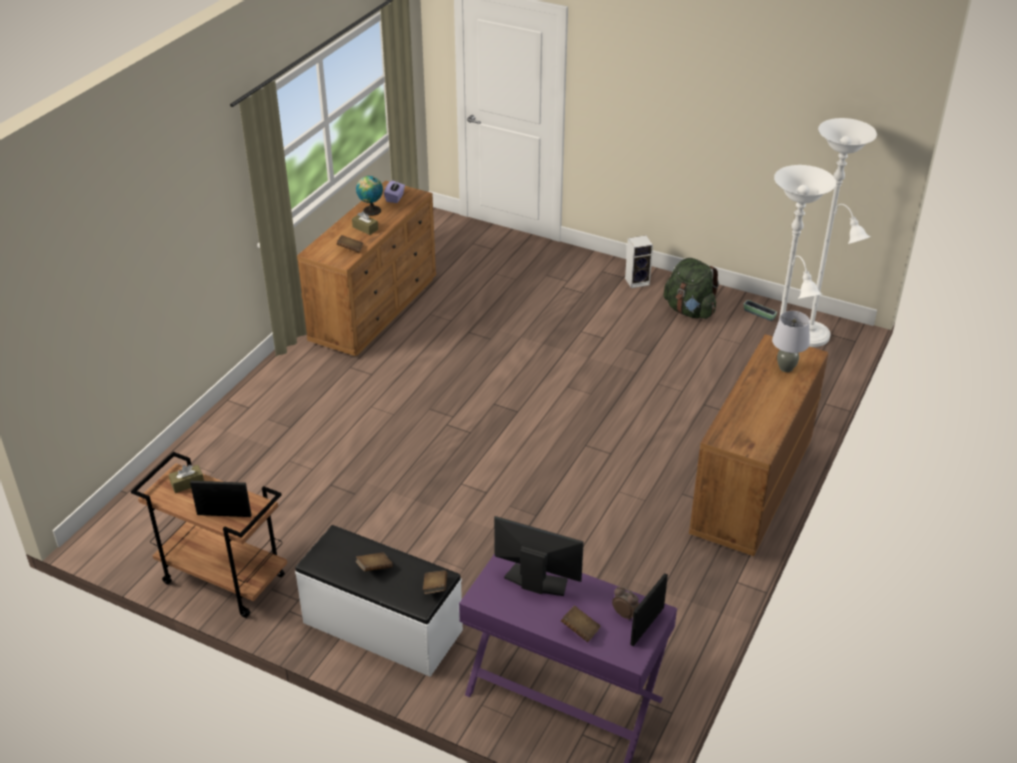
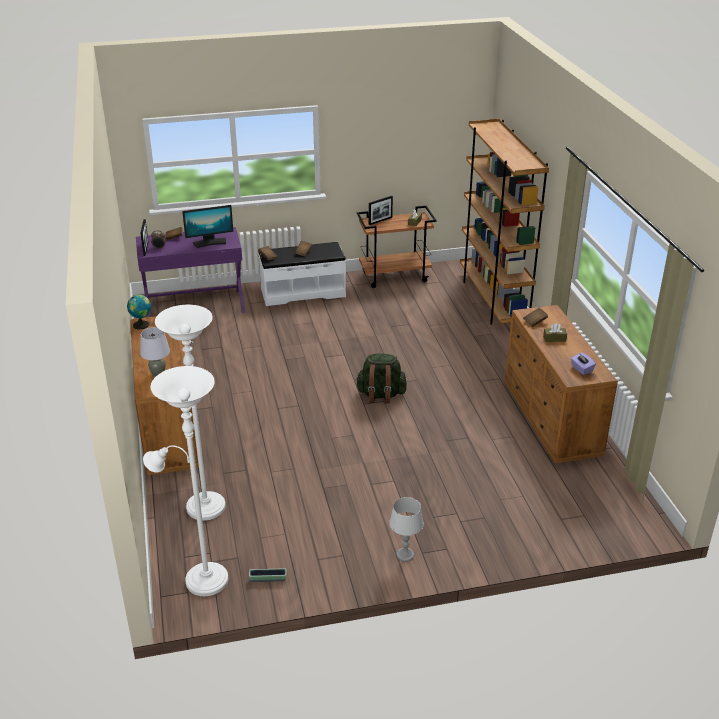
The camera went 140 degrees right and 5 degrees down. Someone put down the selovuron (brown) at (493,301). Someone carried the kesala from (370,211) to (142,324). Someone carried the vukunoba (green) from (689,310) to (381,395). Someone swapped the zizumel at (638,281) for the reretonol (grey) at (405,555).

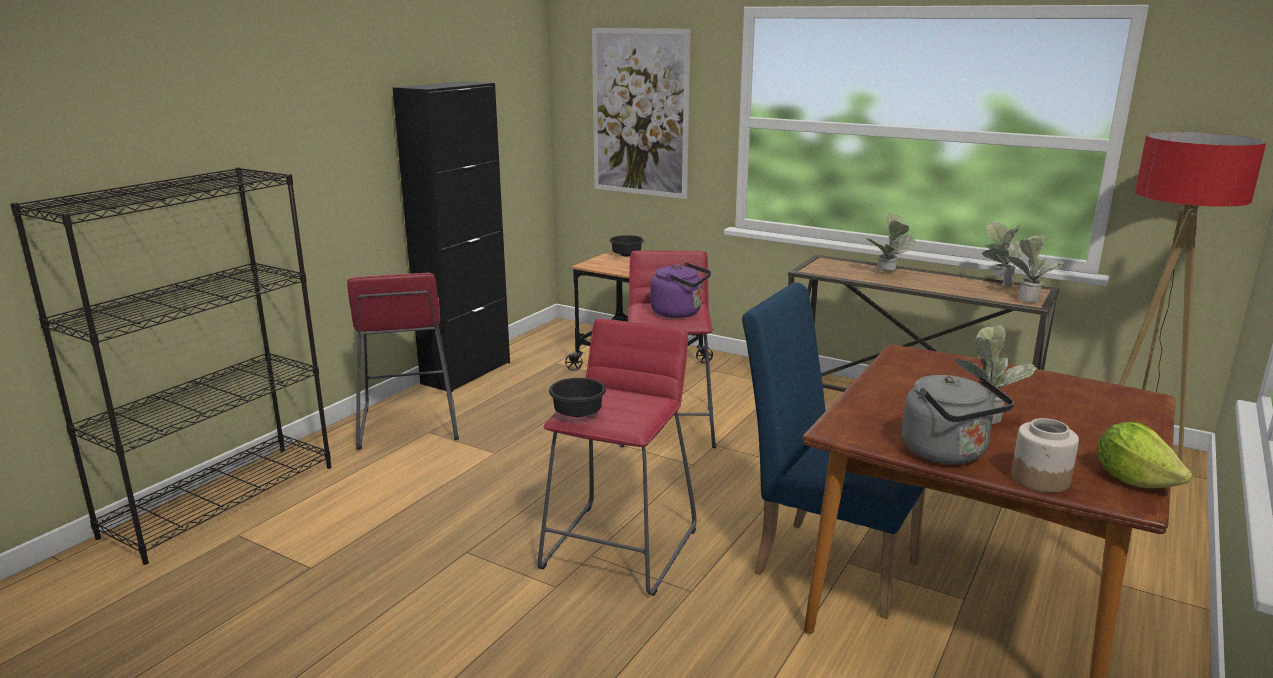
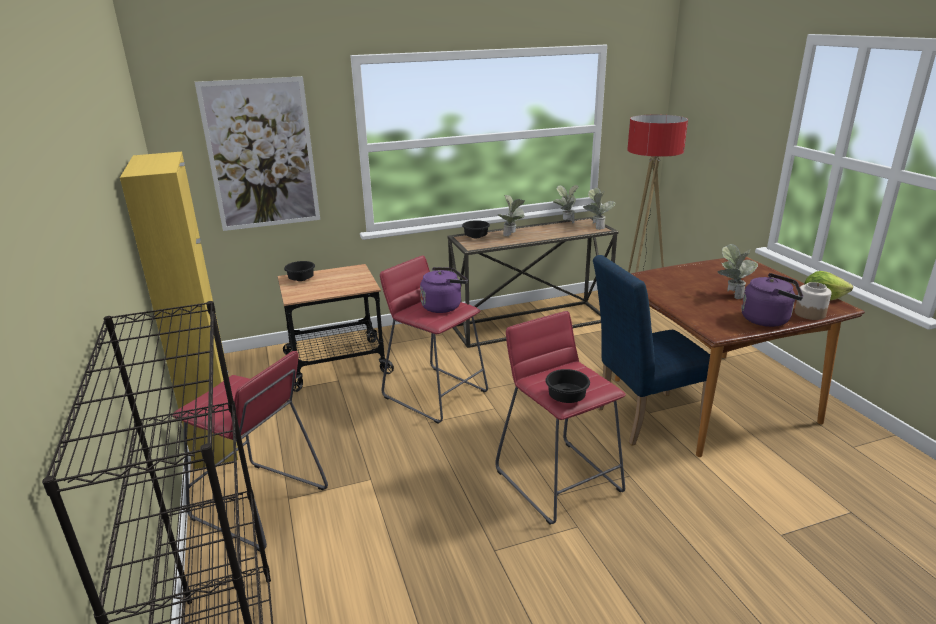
The camera went 50 degrees left and 5 degrees up. Someone put down the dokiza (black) at (477,237). Someone repainted the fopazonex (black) at (466,373), which became the fopazonex (yellow) at (216,438). Someone repainted the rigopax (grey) at (948,453), which became the rigopax (purple) at (768,319).

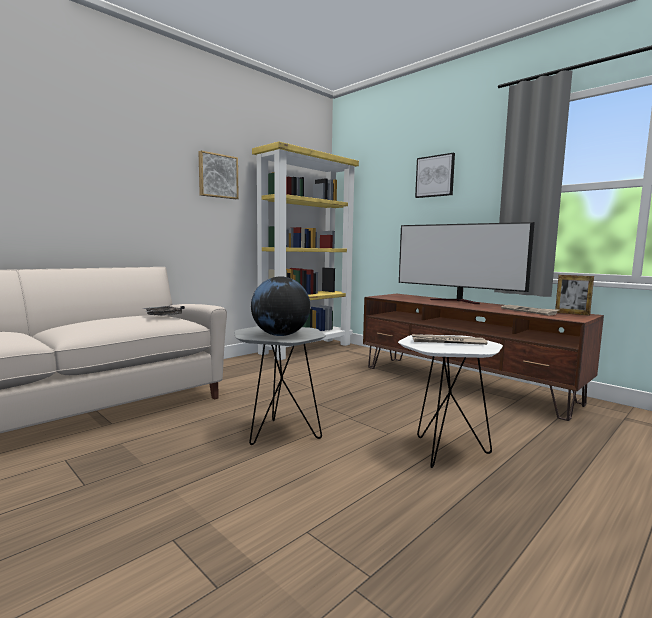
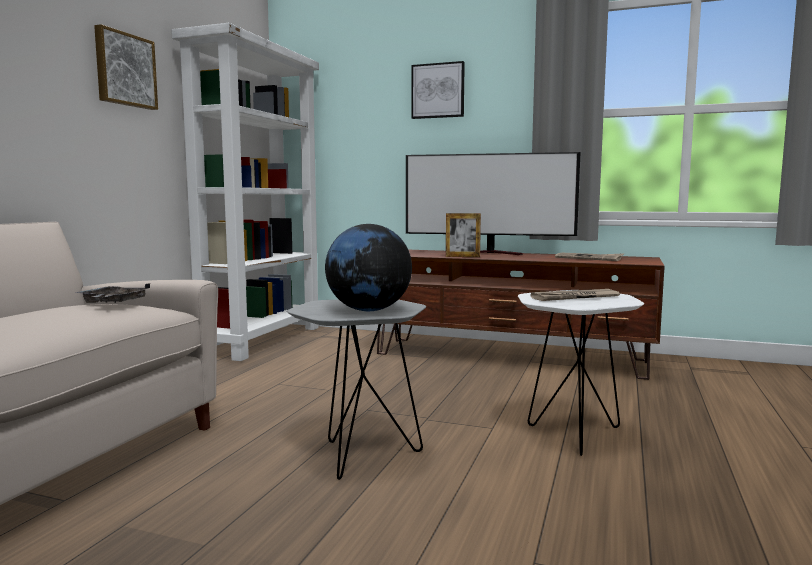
The camera went 25 degrees left and 0 degrees up. Someone carried the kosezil from (572,313) to (462,256). Someone repainted the selovuron (yellow) at (306,348), which became the selovuron (white) at (262,340).

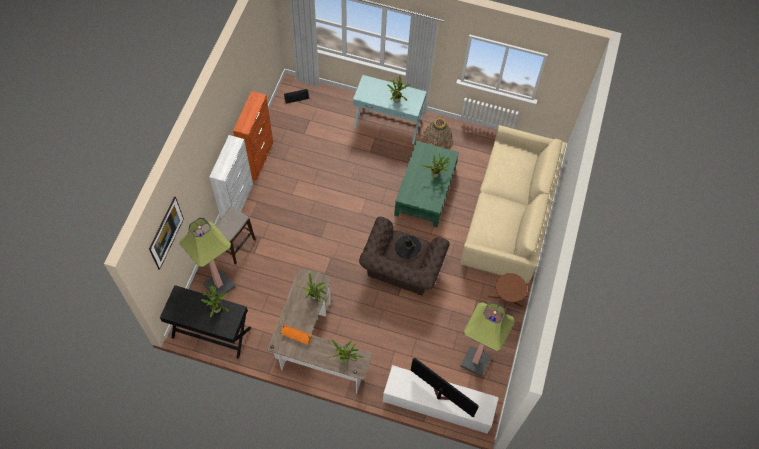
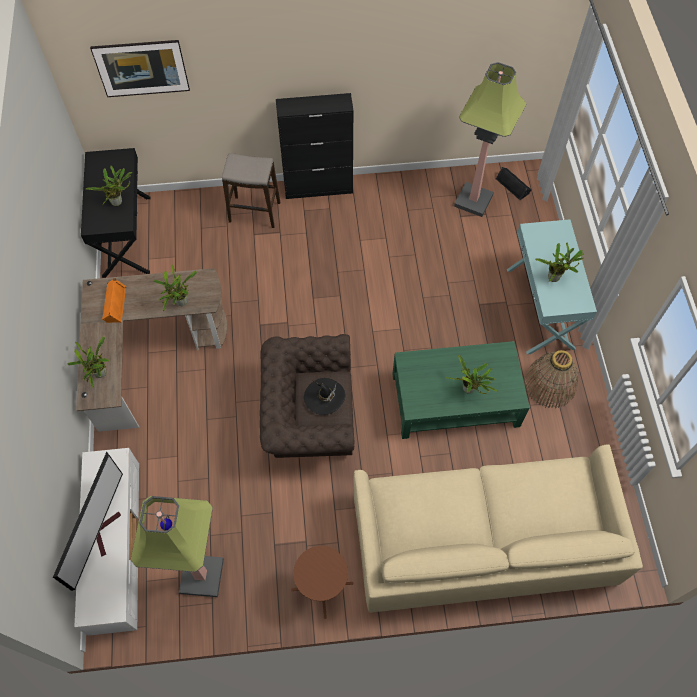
The camera went 70 degrees right and 0 degrees up. Someone took away the fopazonex (orange) at (258,158). Someone carried the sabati from (219,285) to (474,200). Someone repainted the fopazonex (white) at (237,201), which became the fopazonex (black) at (319,188).

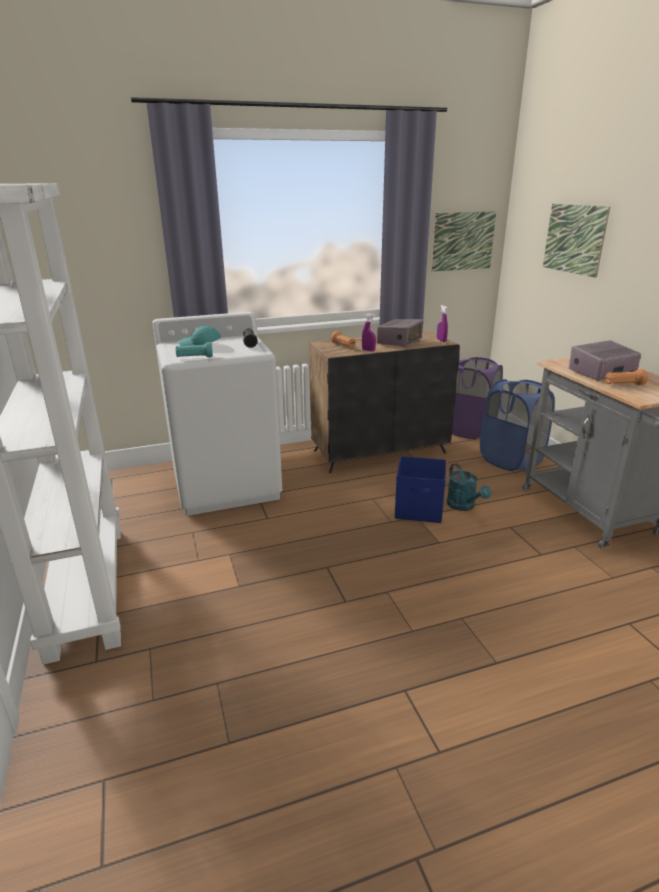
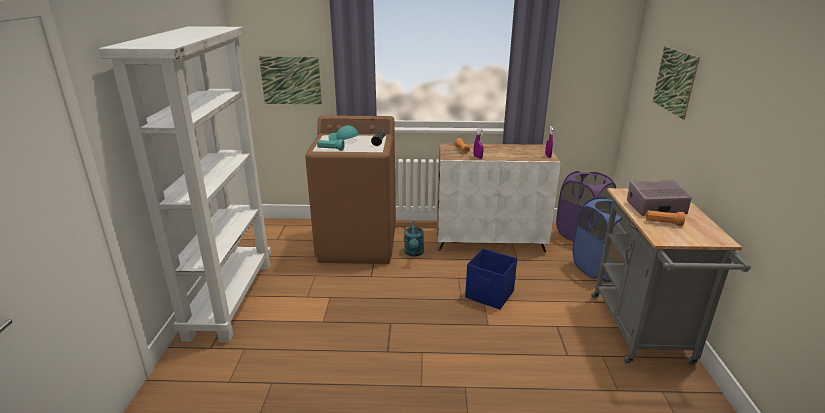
The camera went 20 degrees right and 0 degrees up. Someone took away the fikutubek at (400,342). Someone carried the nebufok from (463,241) to (291,80). Someone carried the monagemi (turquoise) from (464,506) to (414,253). Someone repainted the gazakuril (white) at (227,484), which became the gazakuril (brown) at (358,244). Someone repainted the fopazonex (black) at (380,451), which became the fopazonex (white) at (490,240).

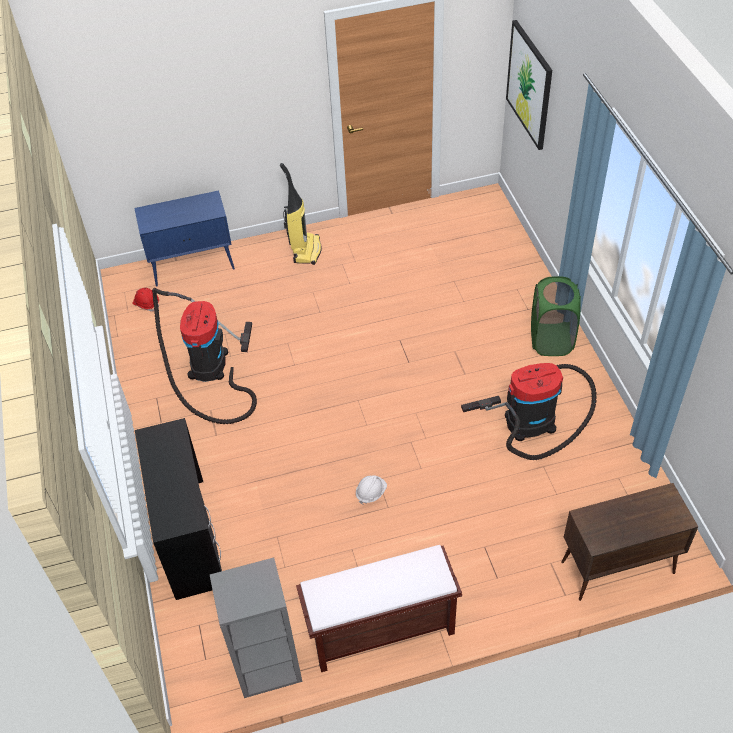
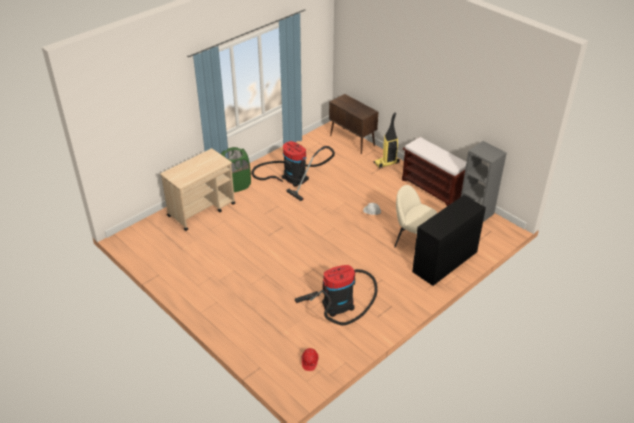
The camera went 120 degrees left and 10 degrees down. Someone took away the fopazonex (blue) at (193,266). Someone took away the nebufok at (529,84). Someone put down the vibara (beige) at (202,210). Someone put down the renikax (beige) at (413,241). Someone carried the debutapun from (305,250) to (386,163).

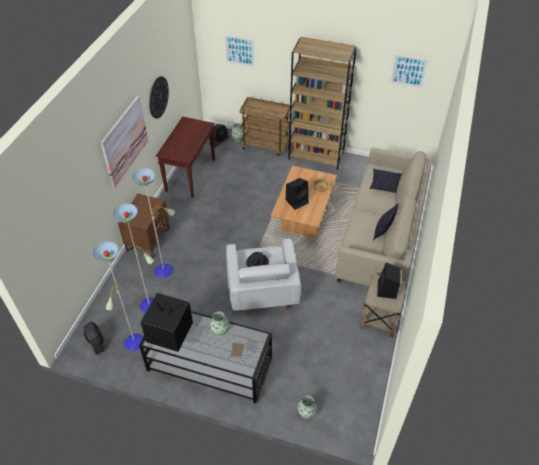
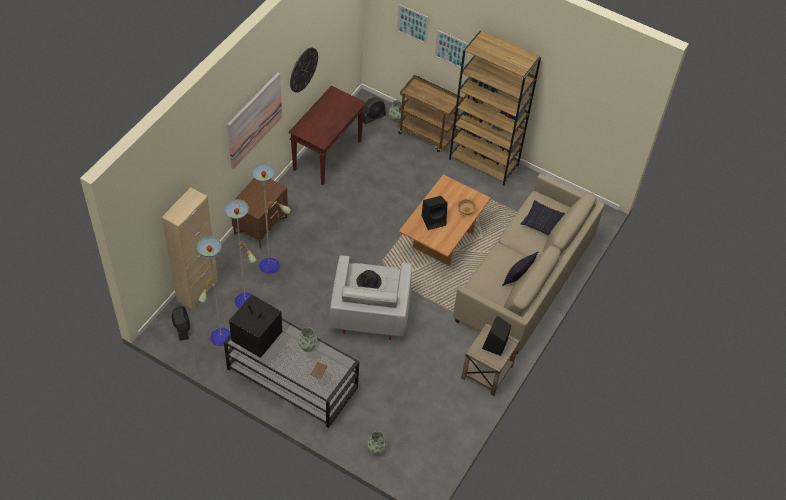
The camera went 10 degrees right and 5 degrees up. Someone put down the fopazonex (beige) at (197,290). Someone carried the nebufok from (408,71) to (451,50).

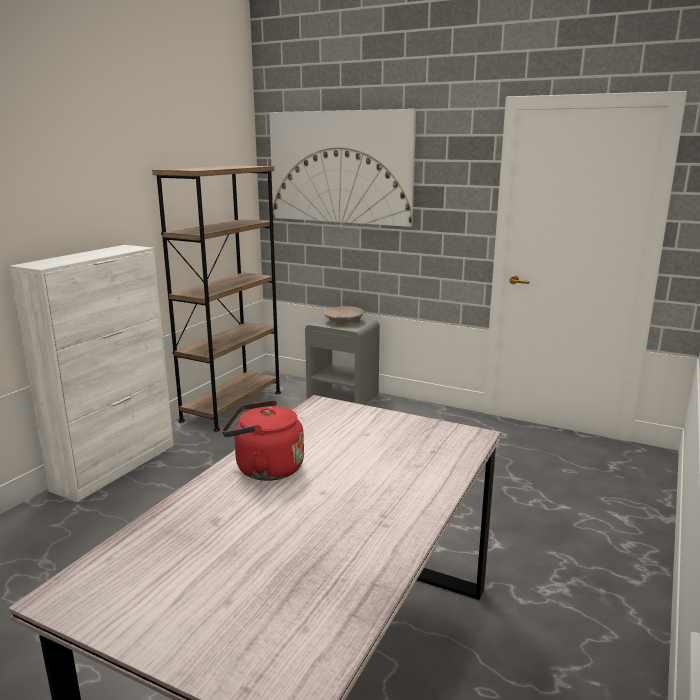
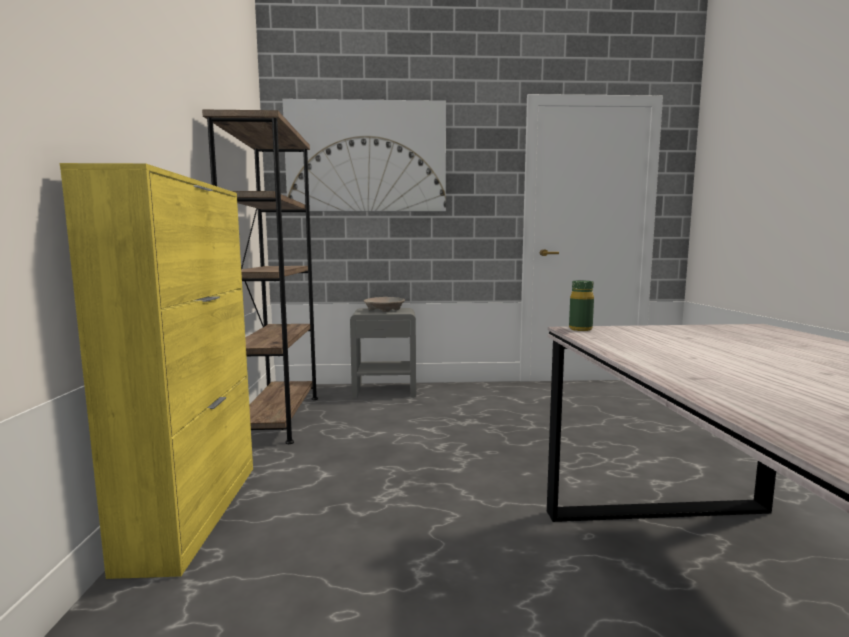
The camera went 30 degrees left and 10 degrees down. Someone took away the rigopax (red) at (265,469). Someone put down the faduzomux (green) at (580,329). Someone repainted the fopazonex (white) at (116,466), which became the fopazonex (yellow) at (195,512).

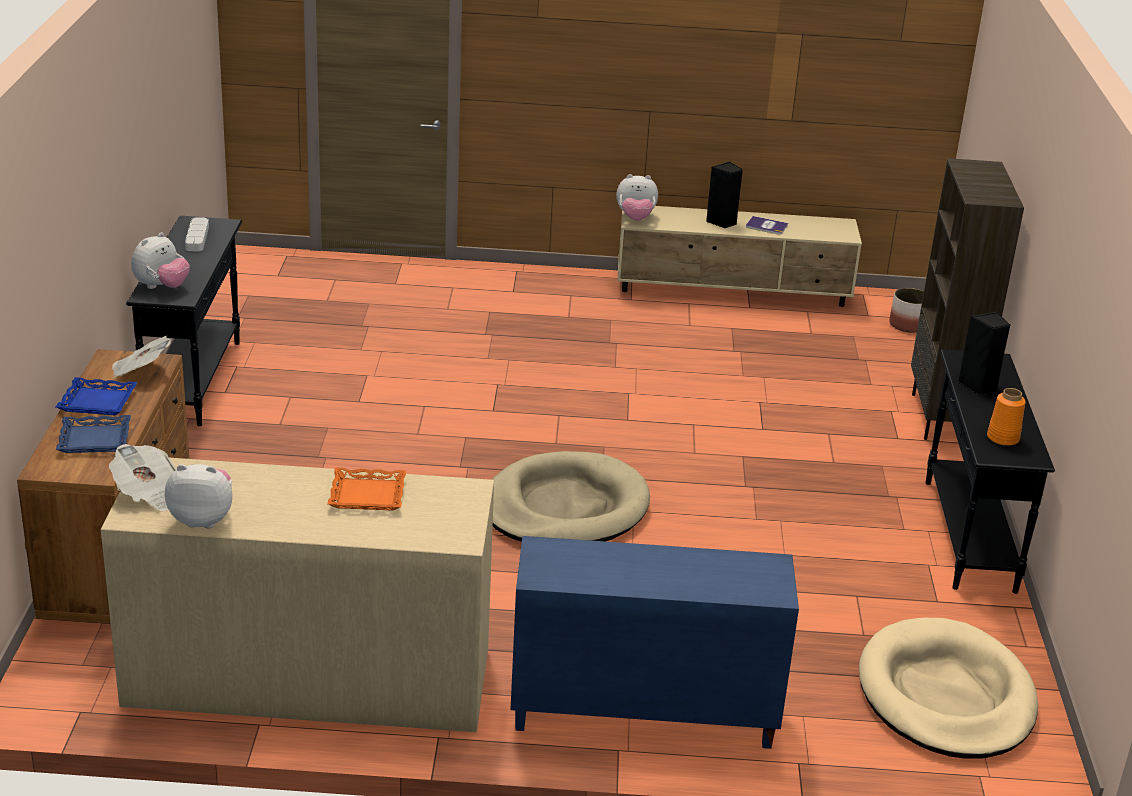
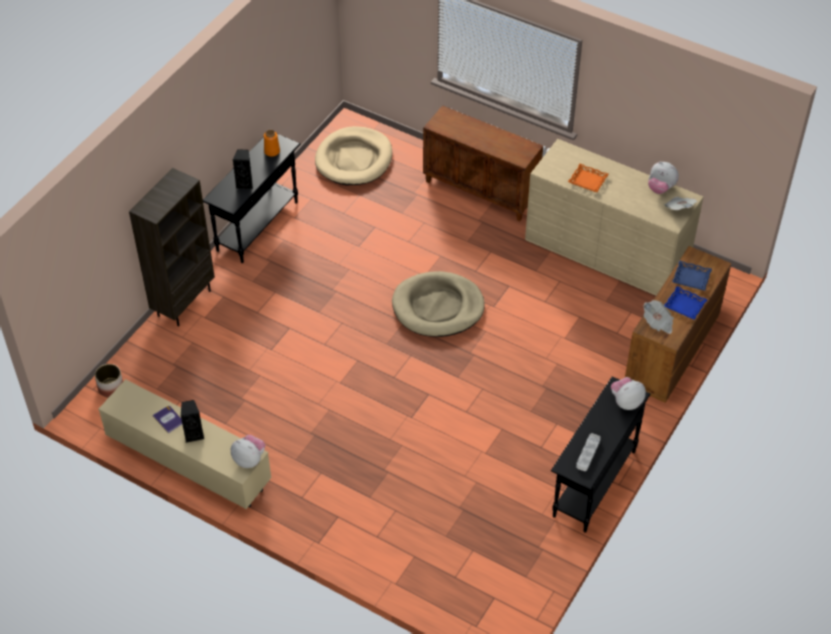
The camera went 150 degrees left and 20 degrees up. Someone repainted the fopazonex (blue) at (641,714), which became the fopazonex (brown) at (481,191).

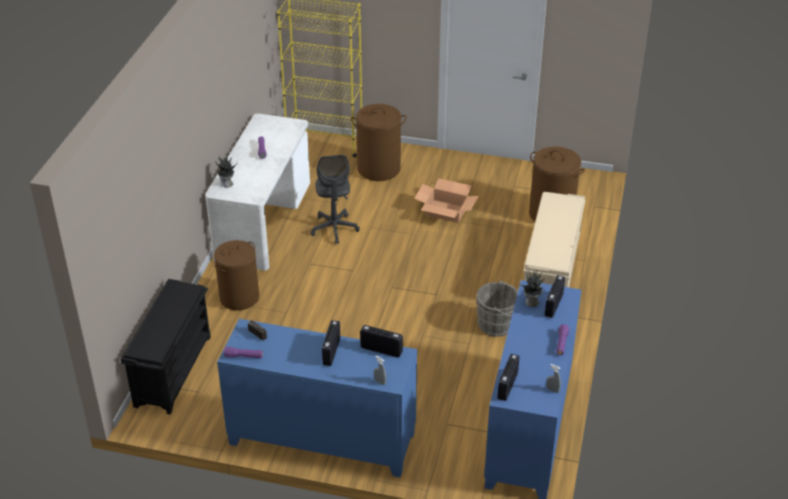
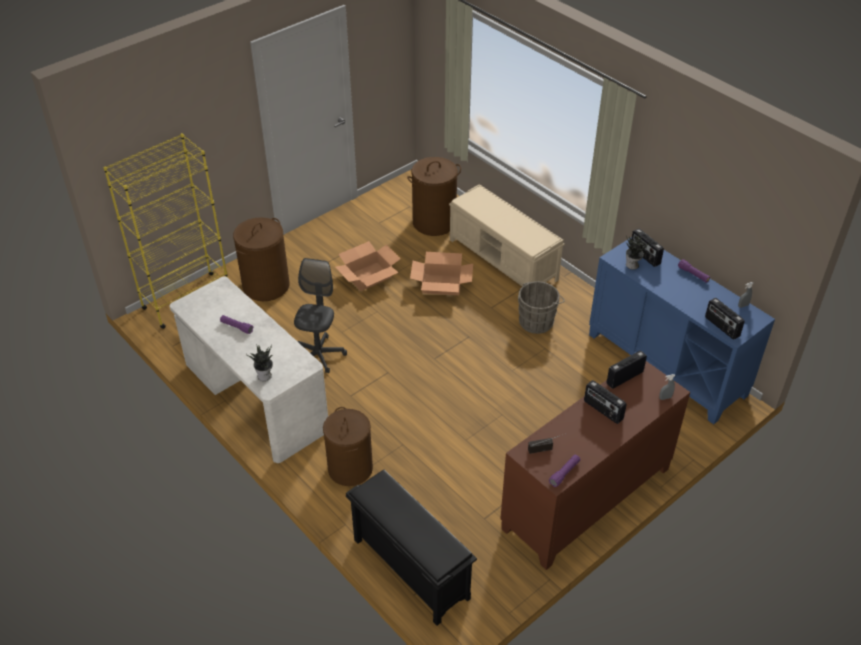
The camera went 55 degrees left and 5 degrees up. Someone put down the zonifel at (441,284). Someone repainted the fopazonex (blue) at (321,439), which became the fopazonex (brown) at (587,499). Someone rotated the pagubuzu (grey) at (334,229) by 105 degrees counterclockwise.

